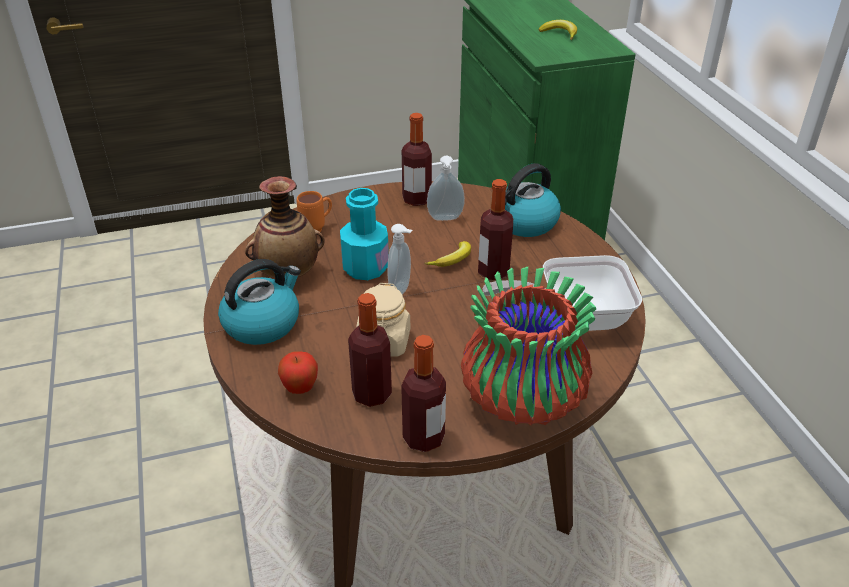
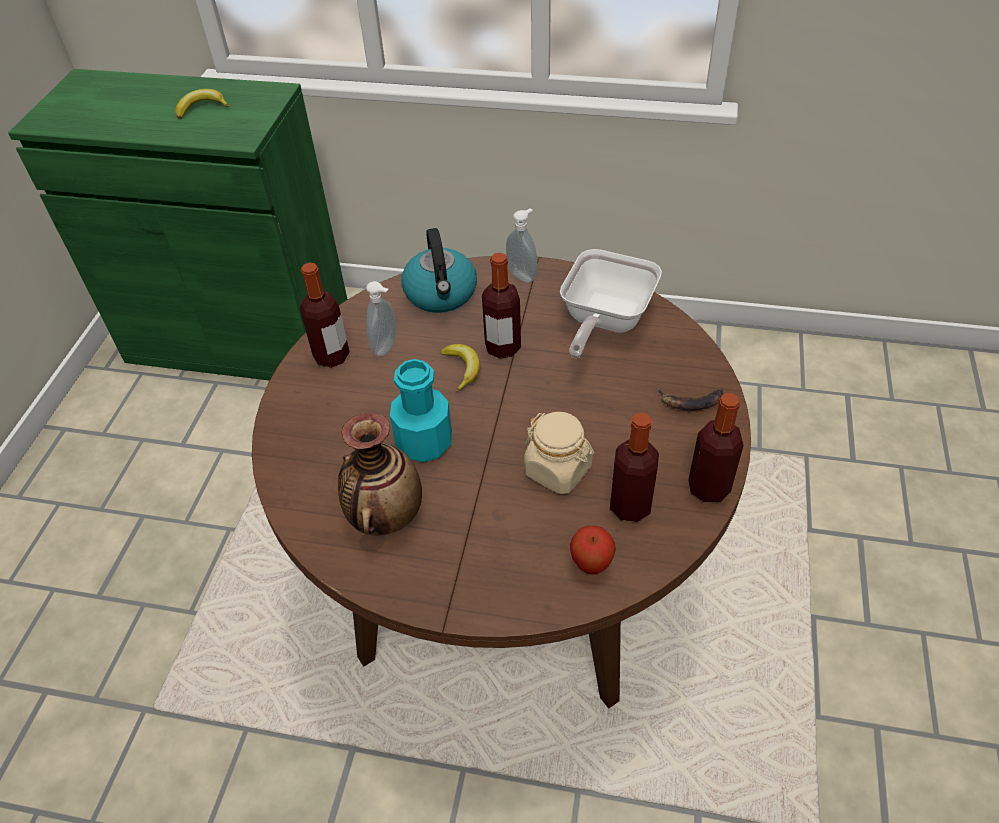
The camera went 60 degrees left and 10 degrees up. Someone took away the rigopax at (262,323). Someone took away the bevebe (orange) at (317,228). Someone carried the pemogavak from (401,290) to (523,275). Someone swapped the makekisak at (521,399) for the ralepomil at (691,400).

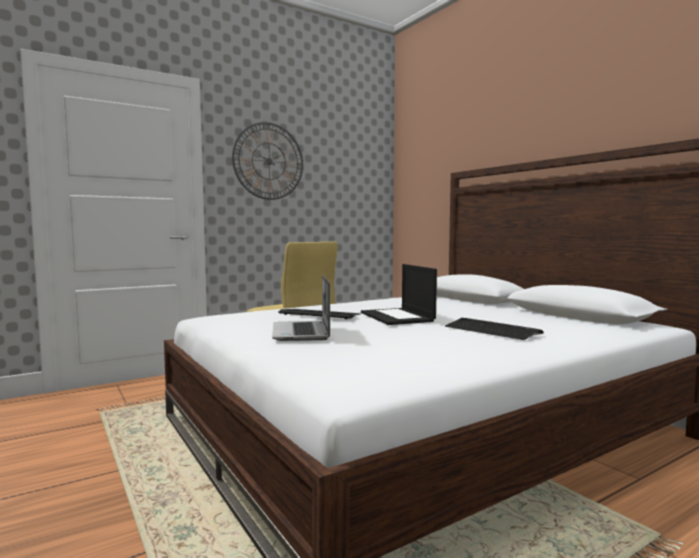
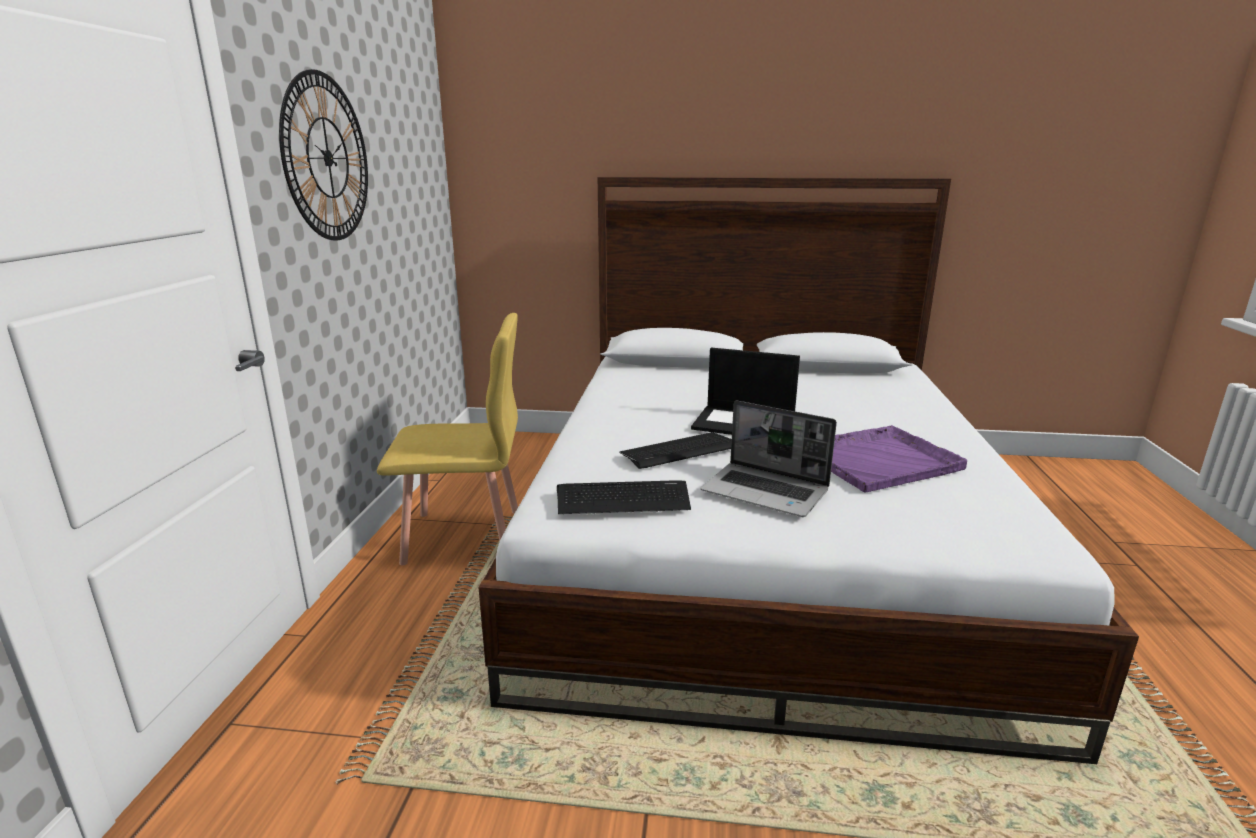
The camera went 50 degrees left and 15 degrees up. Someone put down the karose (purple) at (880,460). Someone carried the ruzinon from (491,330) to (623,499).

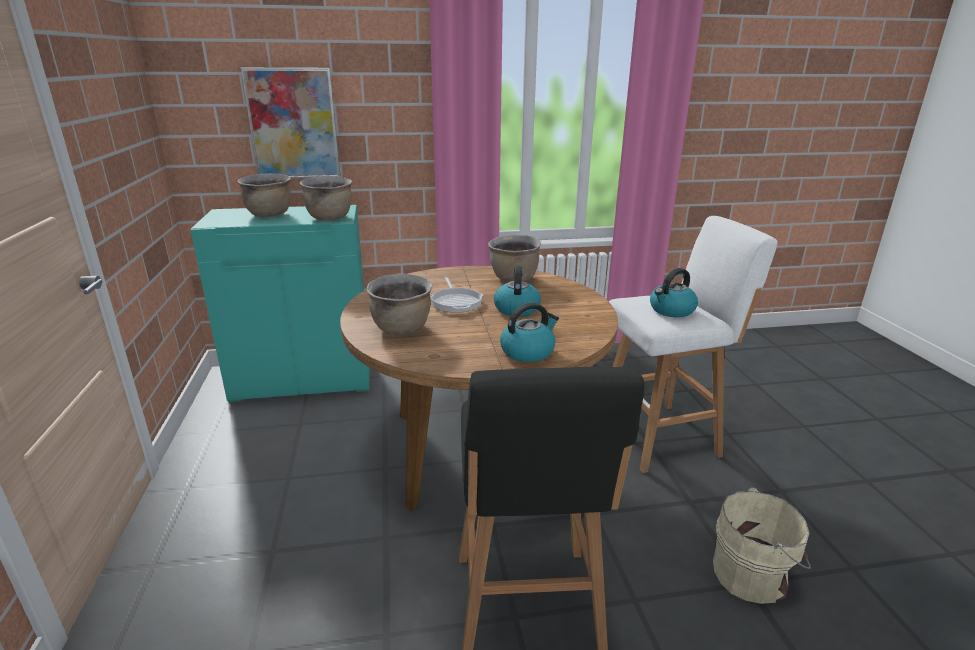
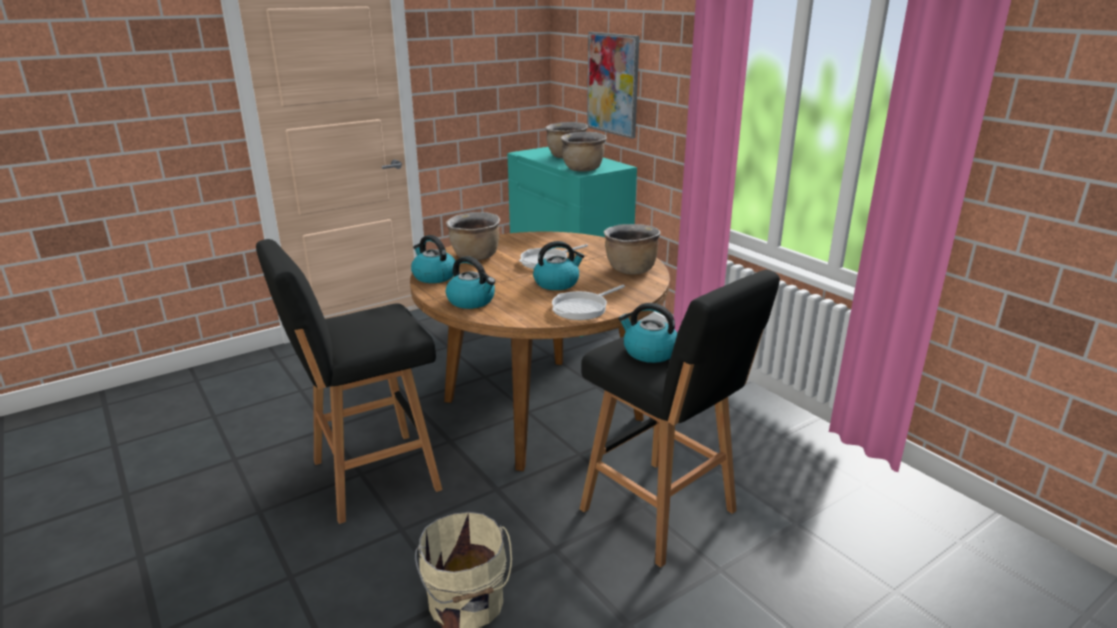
The camera went 65 degrees right and 0 degrees up. Someone put down the rigopax at (433,276). Someone put down the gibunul at (582,308). Someone repainted the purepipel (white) at (661,436), which became the purepipel (black) at (662,513).

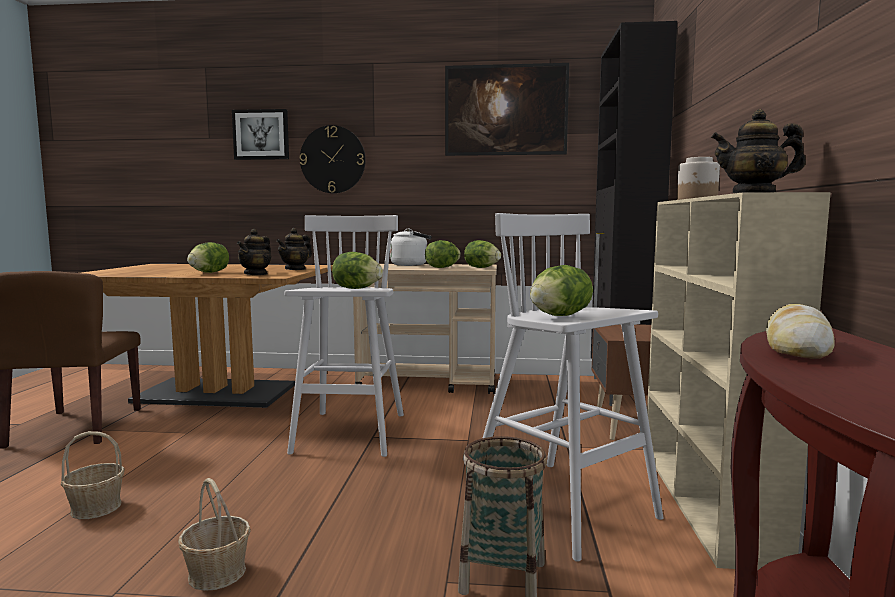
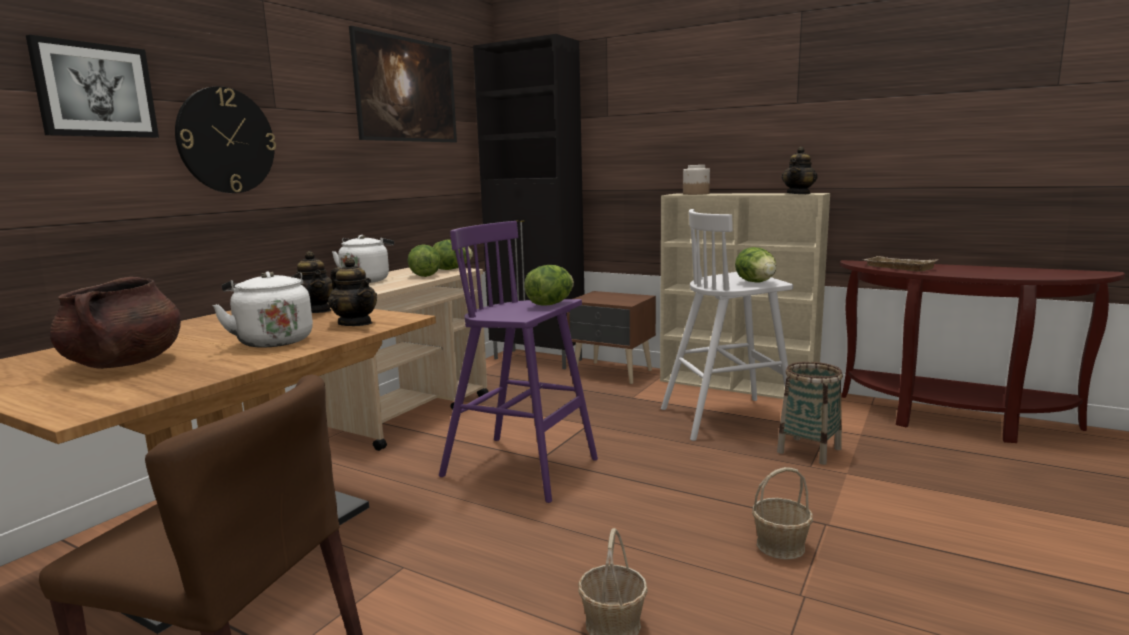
The camera went 65 degrees left and 5 degrees up. Someone put down the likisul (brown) at (125,363). Someone swapped the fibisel at (209,272) for the rigopax (white) at (272,341). Someone swapped the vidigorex at (796,347) for the karose (beige) at (897,268). Someone repainted the purepipel (white) at (350,434), which became the purepipel (purple) at (522,468).

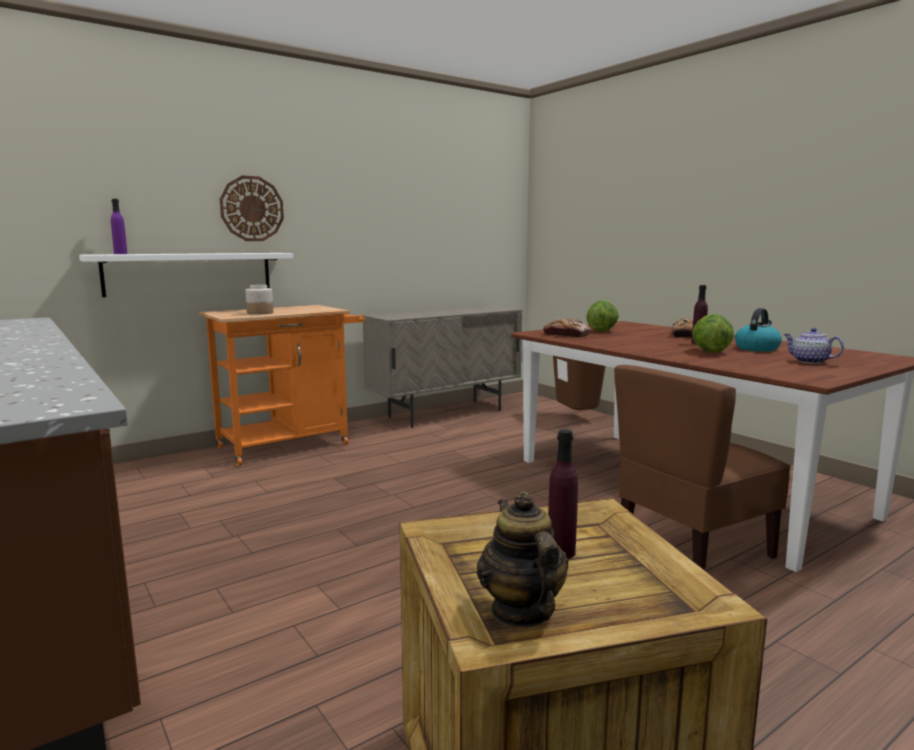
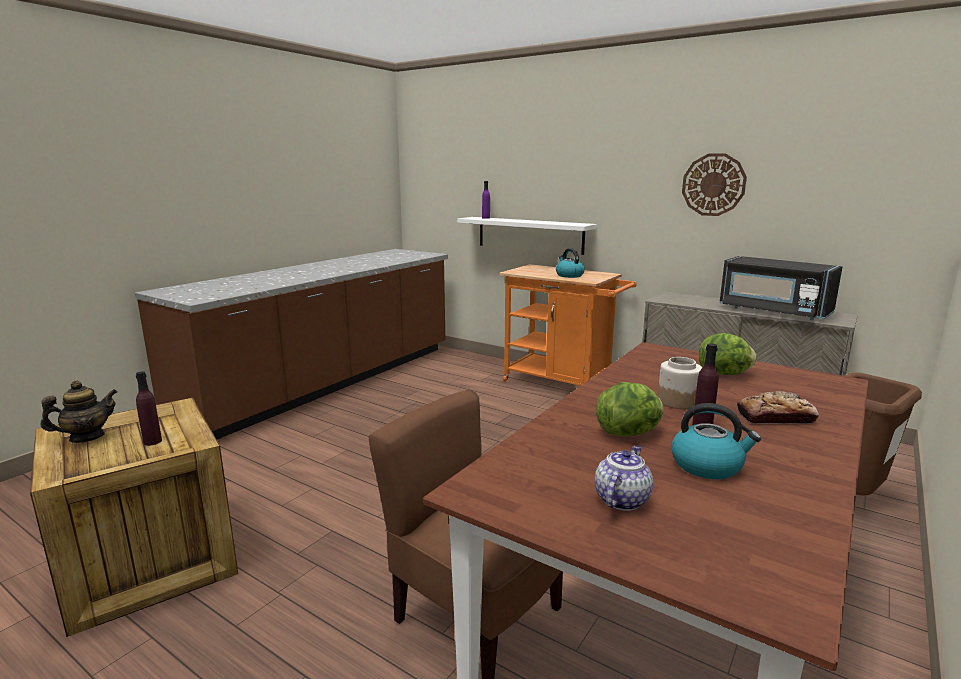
The camera went 70 degrees right and 5 degrees up. Someone took away the vidigorex at (566,335). Someone put down the rigopax at (569,275). Someone put down the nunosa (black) at (773,311). Someone carried the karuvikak from (252,209) to (713,185). Someone carried the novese from (259,313) to (677,401).

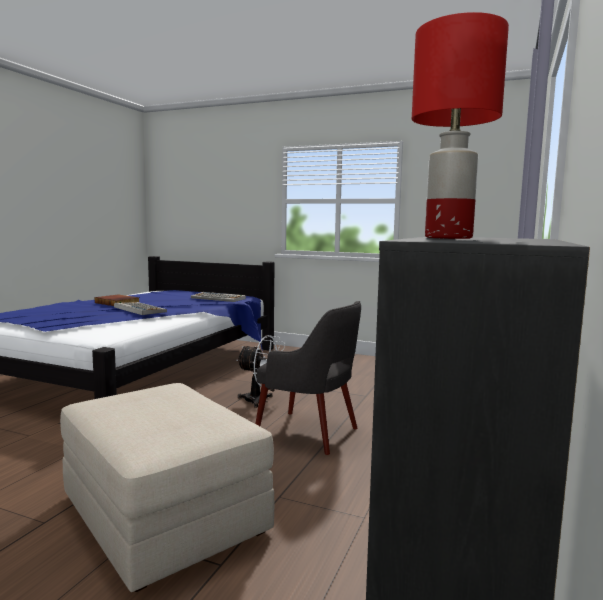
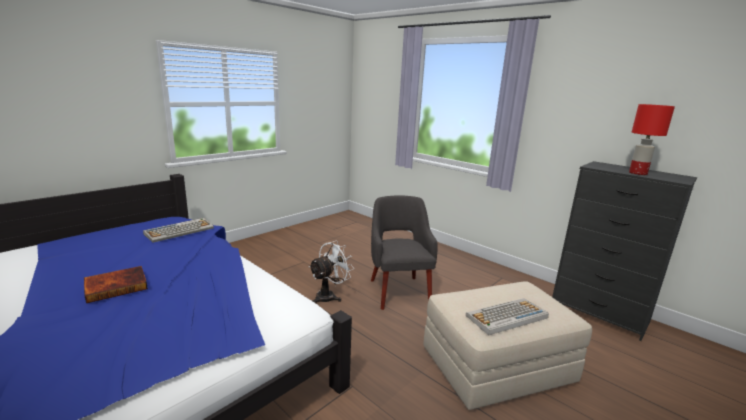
The camera went 70 degrees left and 10 degrees up. Someone carried the ruzinon from (139,309) to (506,317). Someone rotated the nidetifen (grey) at (309,432) by 60 degrees counterclockwise.

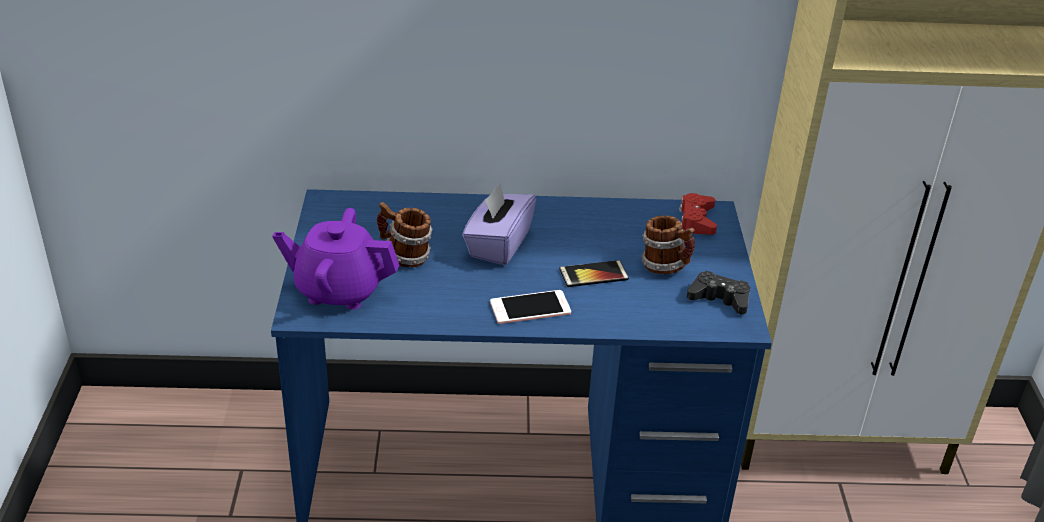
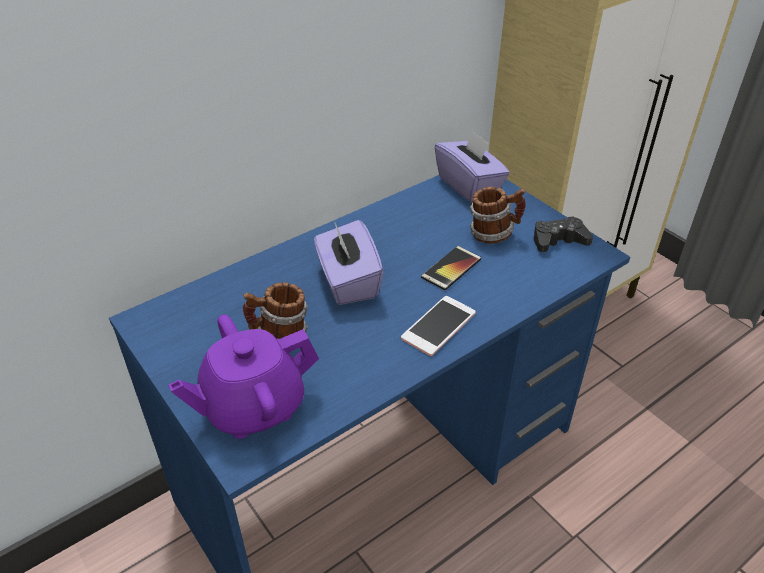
The camera went 35 degrees left and 5 degrees up. Someone swapped the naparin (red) at (696,220) for the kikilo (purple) at (469,185).

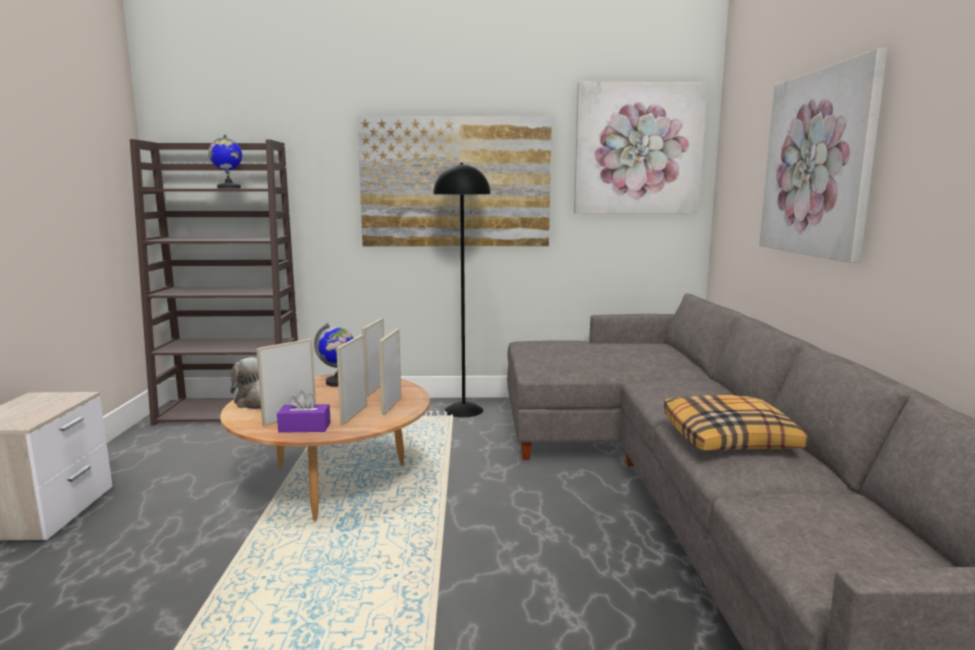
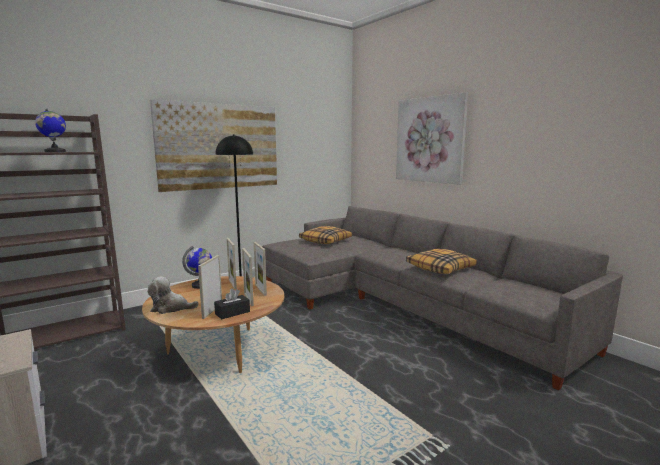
The camera went 35 degrees left and 0 degrees up. Someone took away the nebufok at (638,149). Someone put down the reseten at (326,241). Someone repainted the kikilo (purple) at (304,427), which became the kikilo (black) at (232,313).

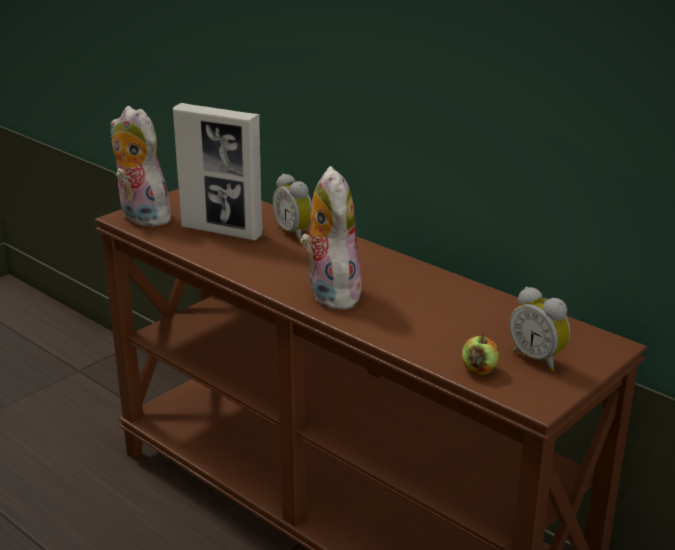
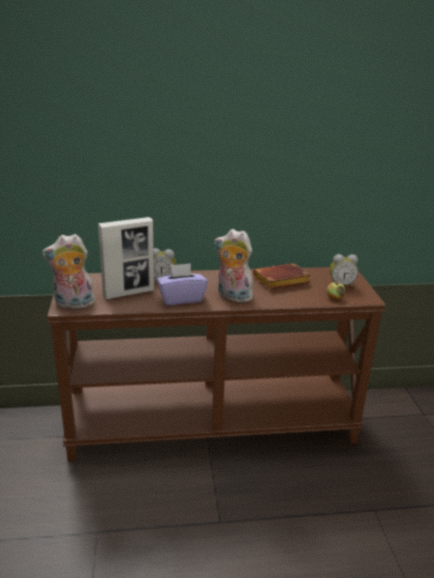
The camera went 50 degrees left and 0 degrees up. Someone put down the kikilo (purple) at (181,298). Someone put down the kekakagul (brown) at (280,281).

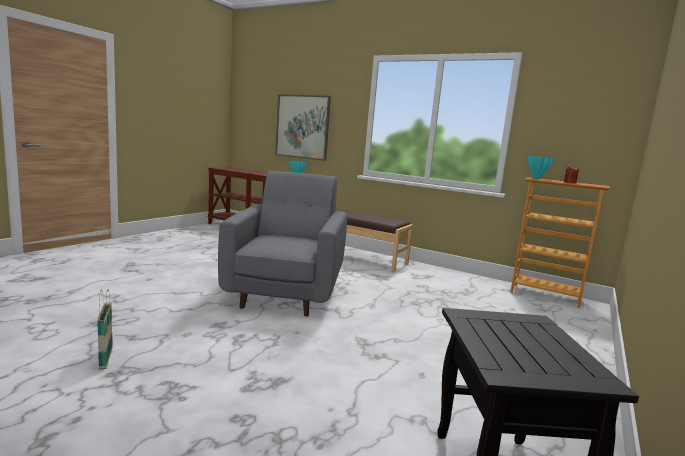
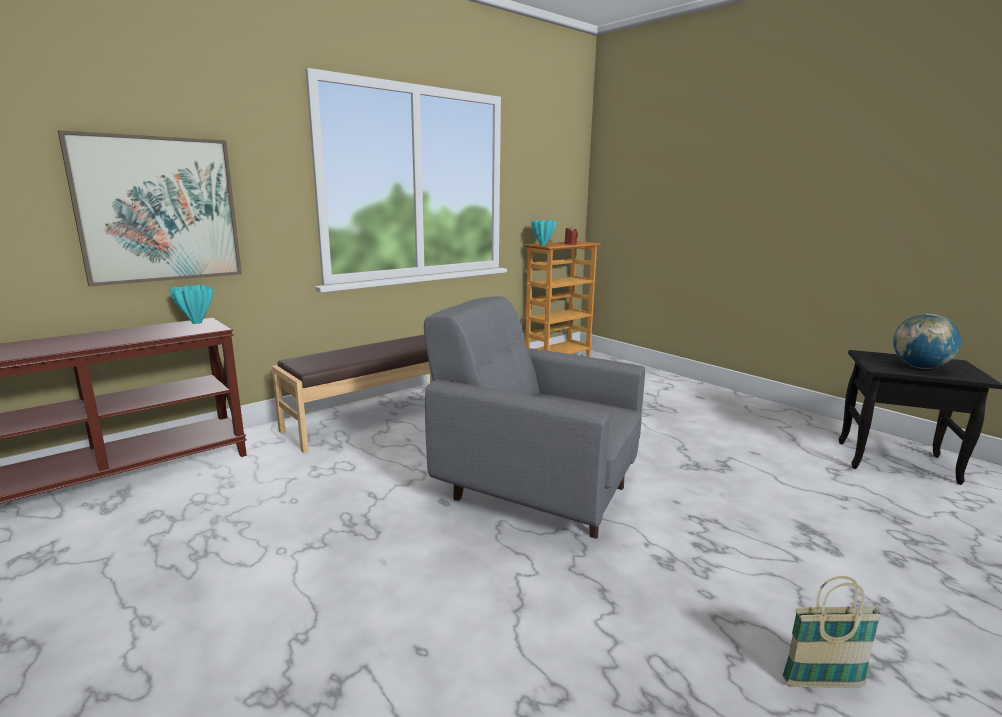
The camera went 70 degrees left and 5 degrees up. Someone put down the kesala at (919,367).

